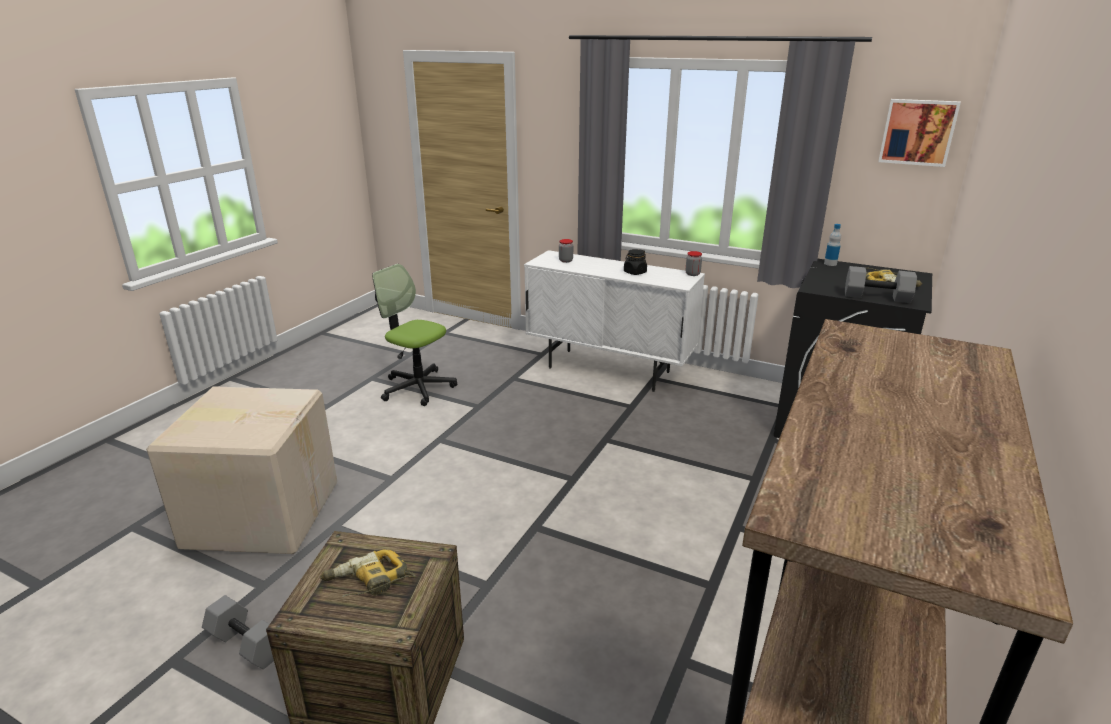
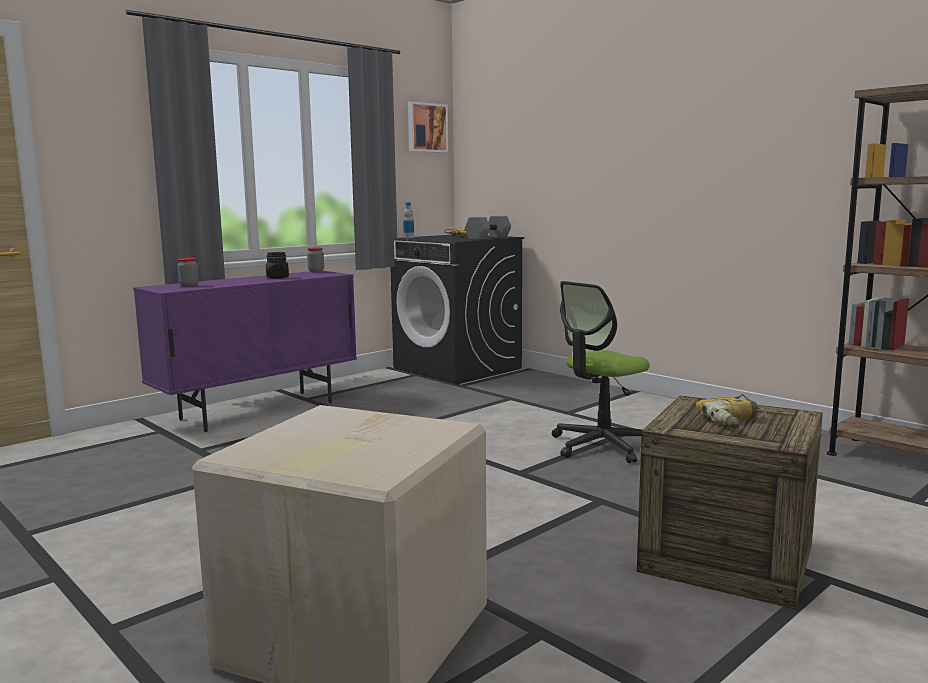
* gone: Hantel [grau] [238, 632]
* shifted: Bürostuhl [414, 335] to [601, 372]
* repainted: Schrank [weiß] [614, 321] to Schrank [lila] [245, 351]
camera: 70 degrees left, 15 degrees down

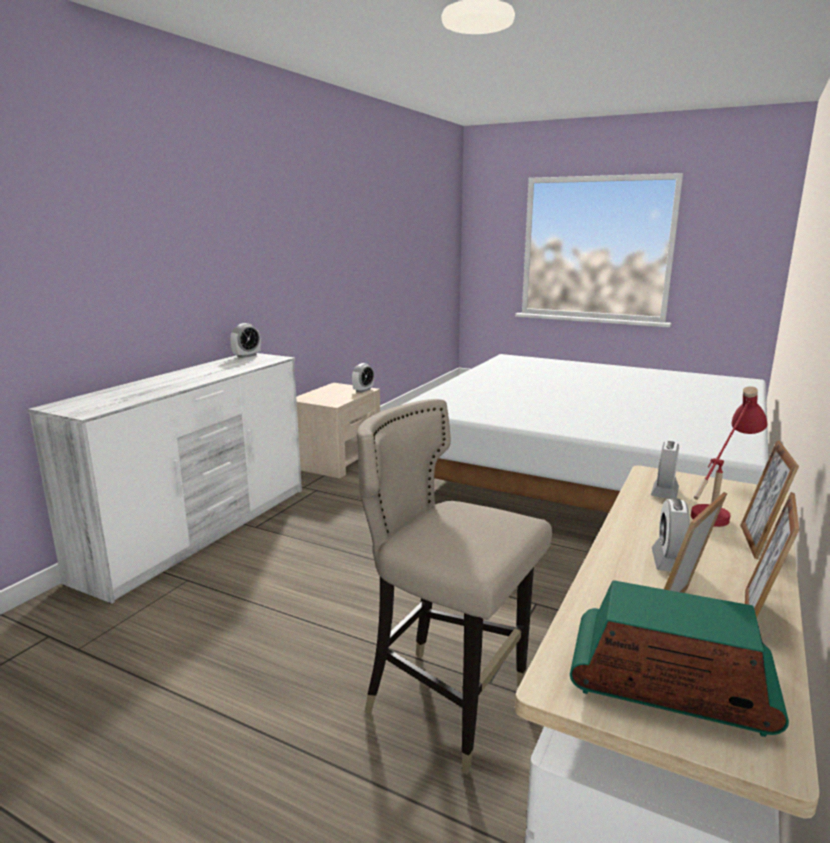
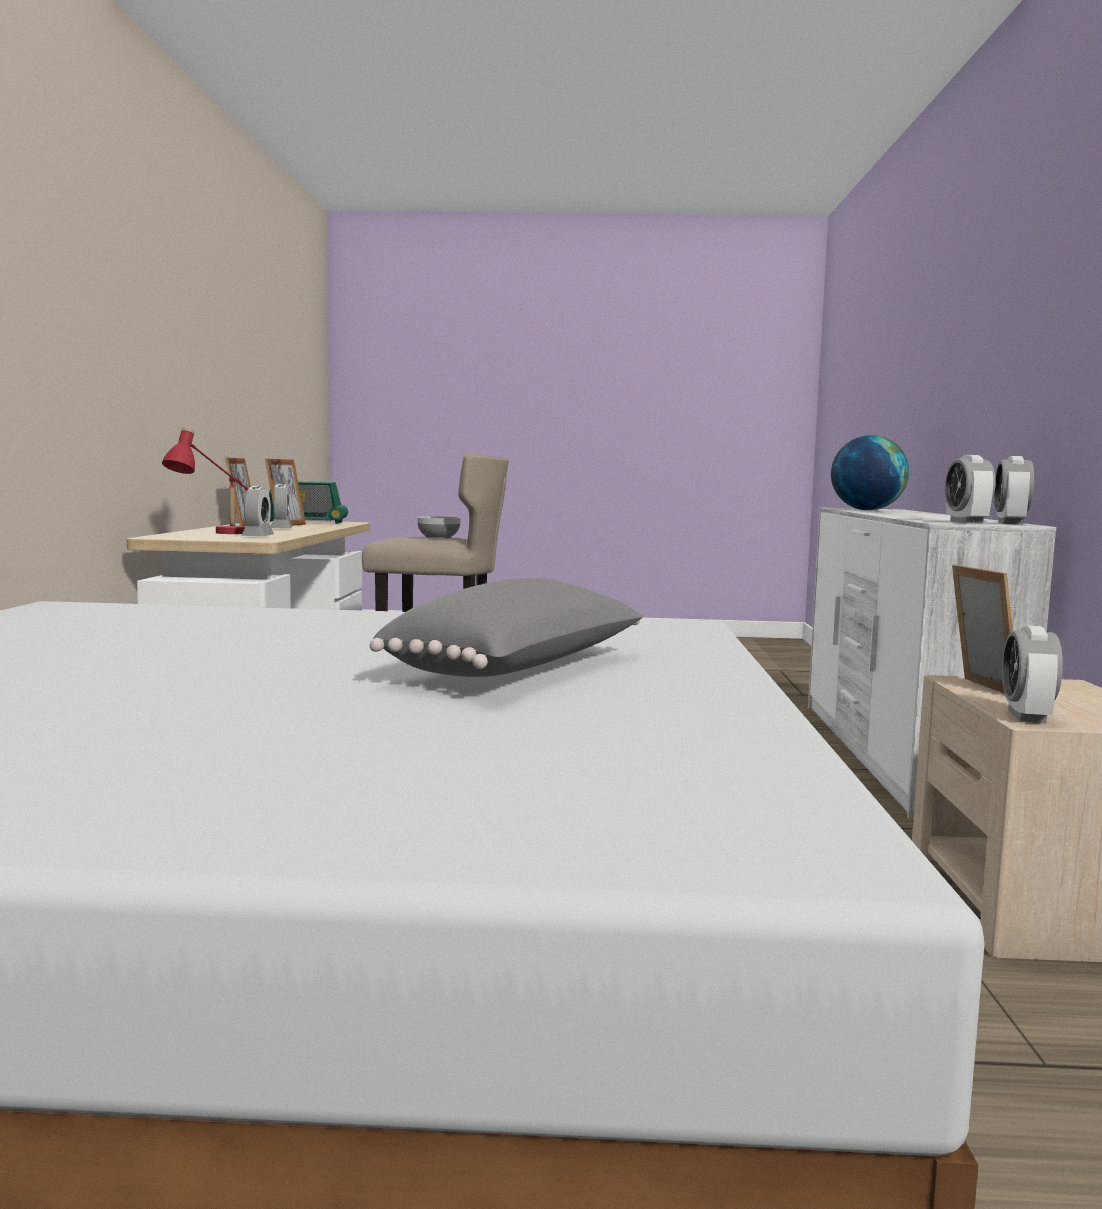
* shifted: Bilderrahmen [769, 499] to [982, 629]
* new: Kissen [grau] [506, 627]
* new: Schüssel [439, 527]
* new: Globus [870, 472]
* new: Wecker [970, 489]
camera: 155 degrees right, 10 degrees down

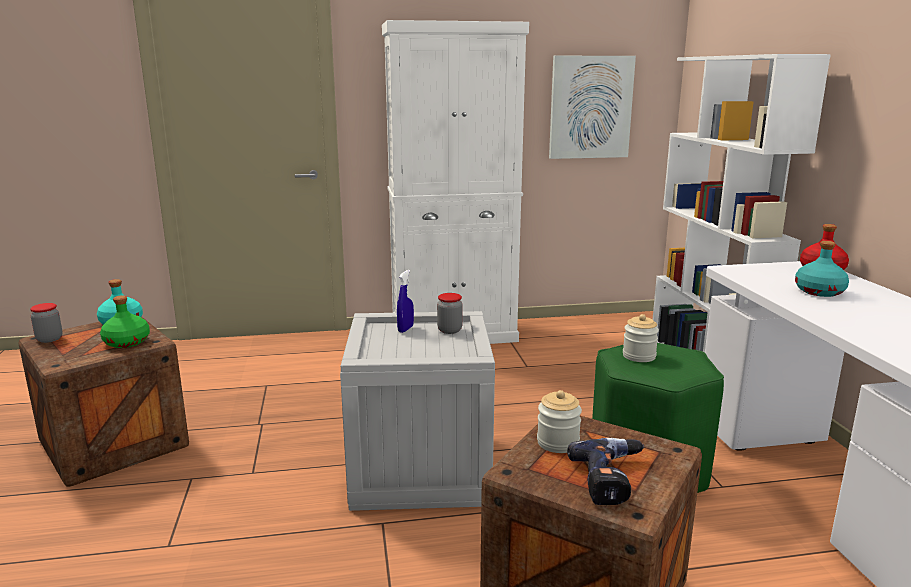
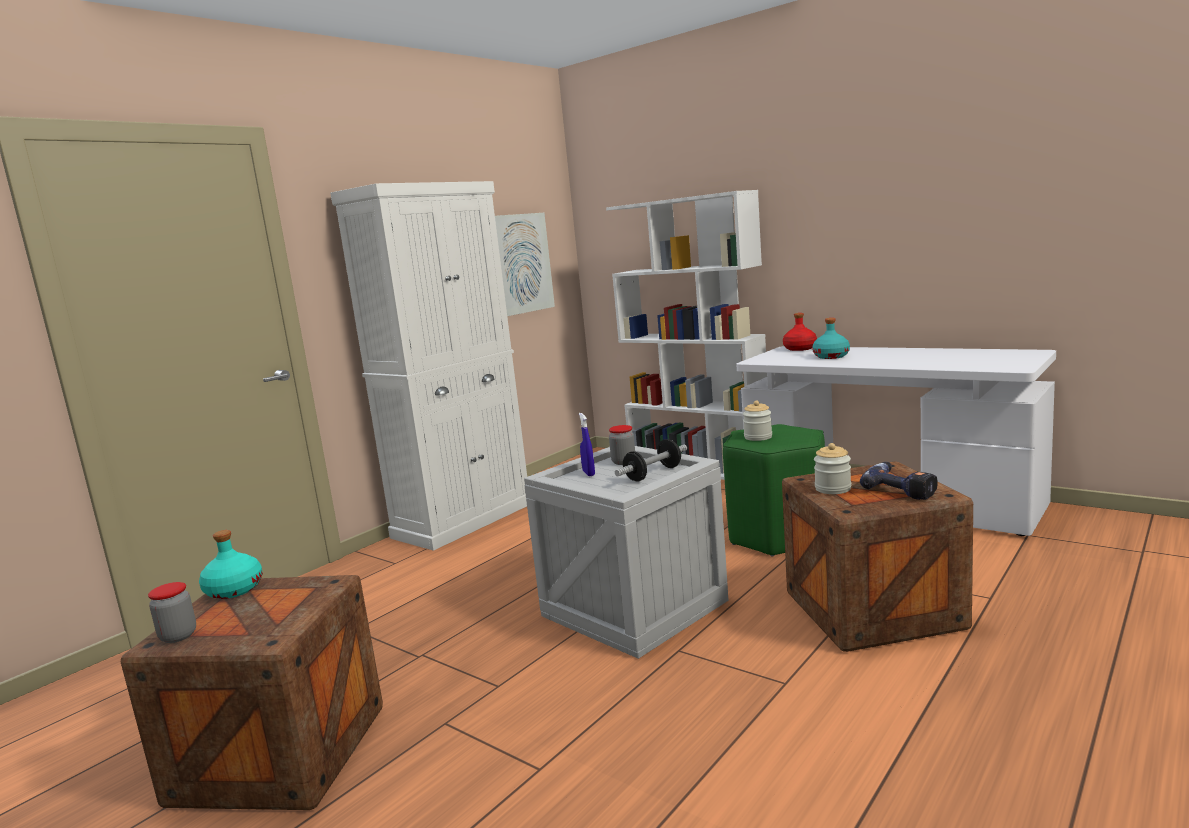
* gone: Flasche [grün] [125, 322]
* new: Hantel [651, 460]
camera: 40 degrees left, 5 degrees down

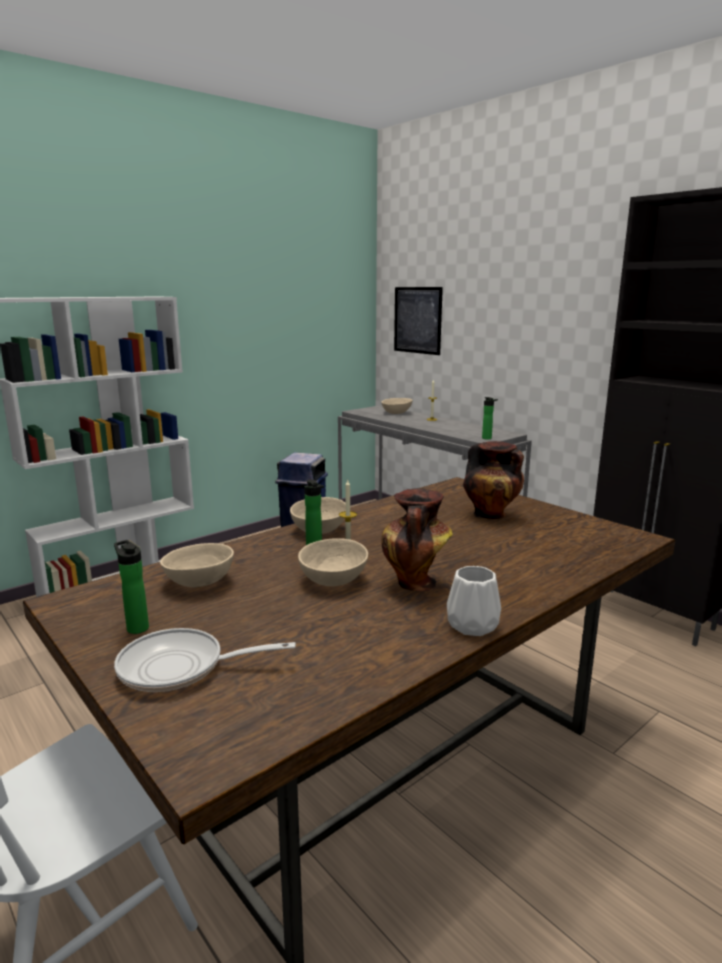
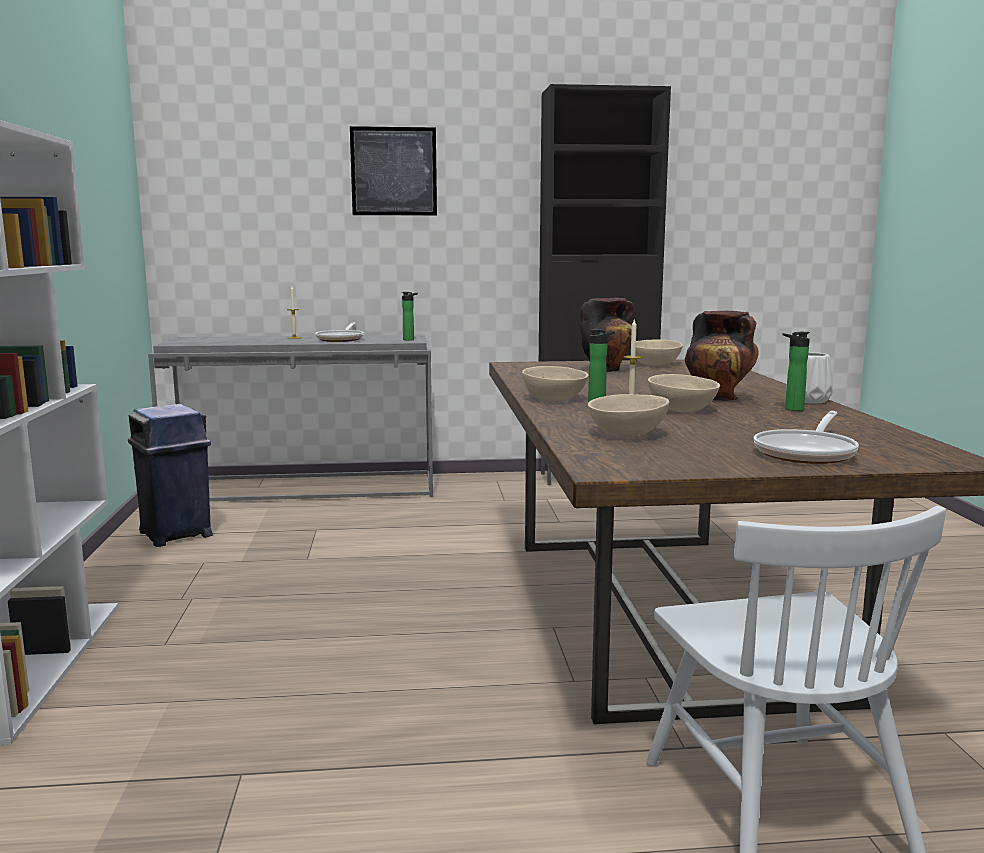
* shifted: Flasche [131, 587] to [796, 371]
* shifted: Schüssel [beige] [396, 406] to [659, 352]
* shifted: Bild [418, 321] to [393, 170]
* new: Pfanne [339, 332]
camera: 55 degrees left, 5 degrees down

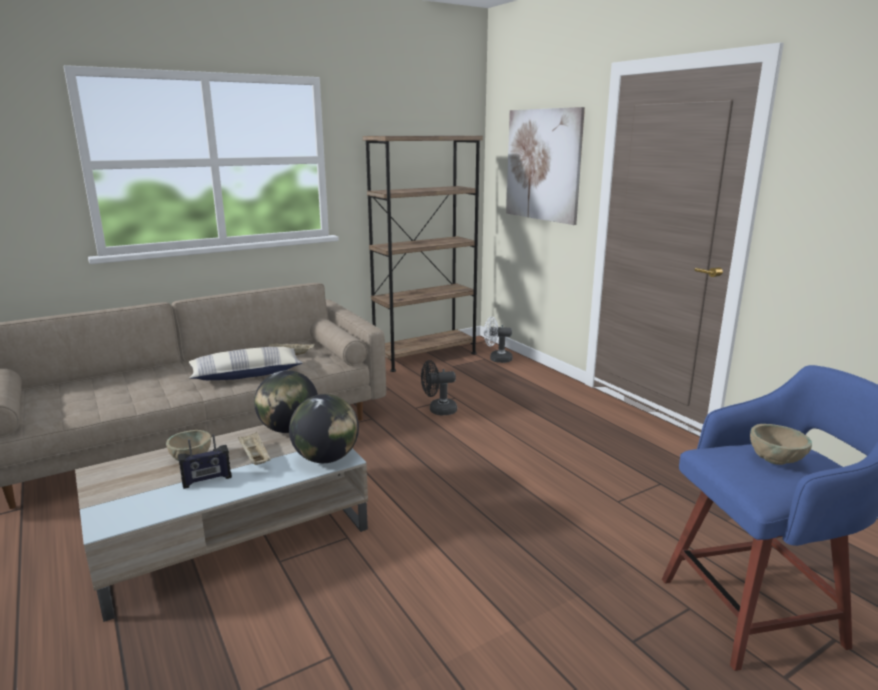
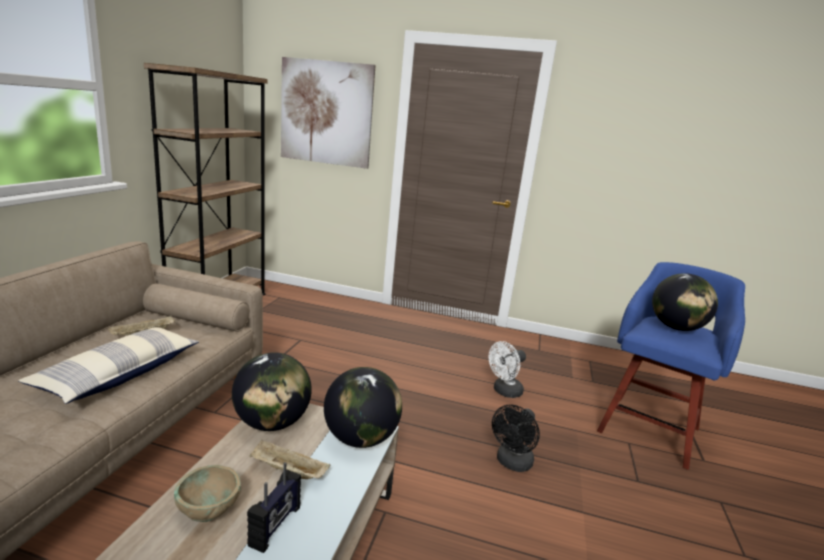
* shifted: Ventilator [schwarz] [439, 387] to [516, 438]
* shifted: Ventilator [weiß] [498, 340] to [507, 369]
* swapped: Schüssel [beige] [781, 444] to Globus [685, 302]
camera: 45 degrees left, 0 degrees up

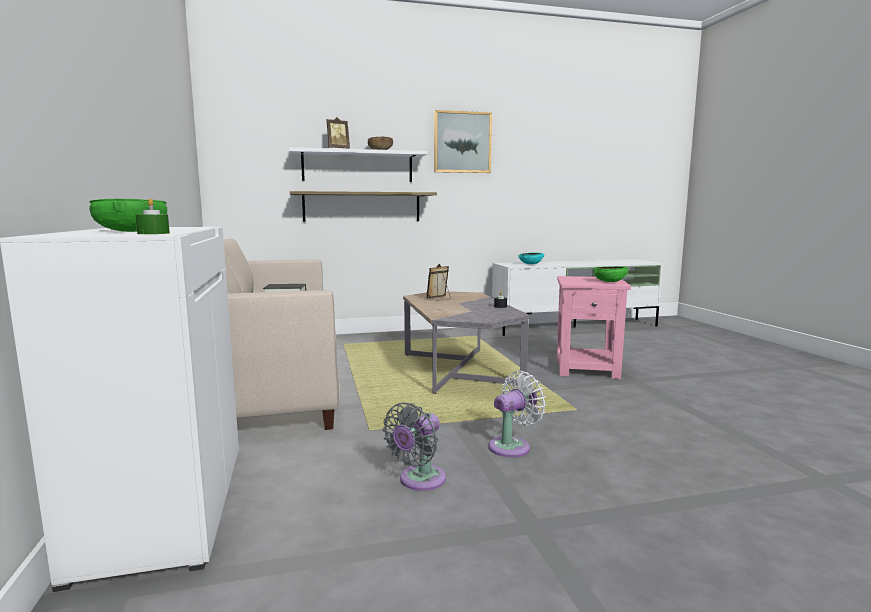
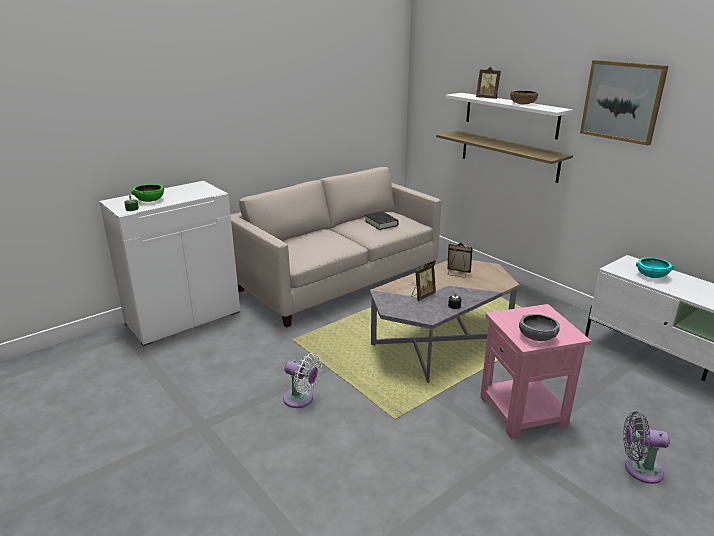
* shifted: Ventilator [grau] [414, 447] to [646, 448]
* repainted: Schüssel [grün] [610, 274] to Schüssel [grau] [539, 327]
* new: Bilderrahmen [424, 282]
camera: 65 degrees right, 15 degrees up

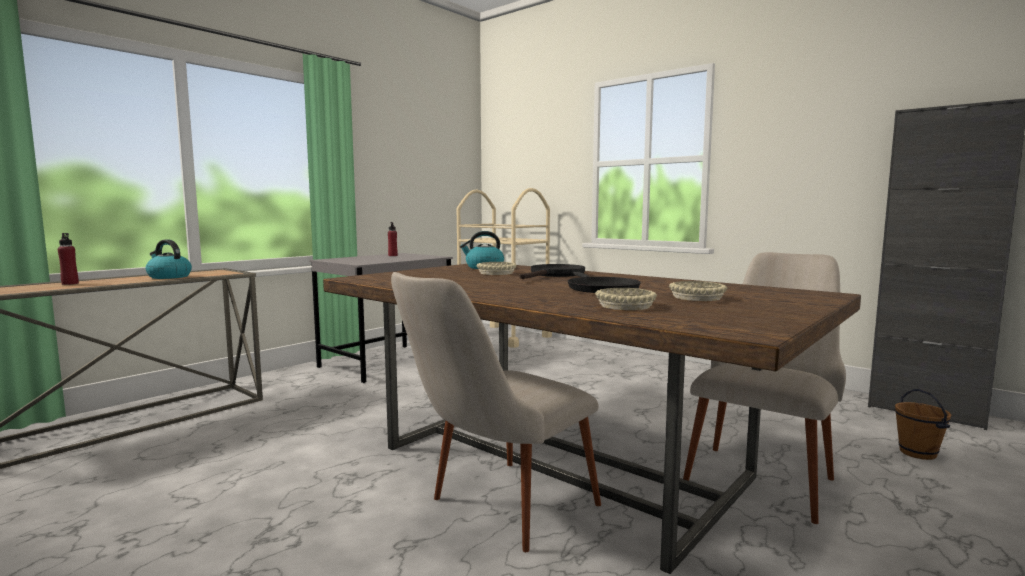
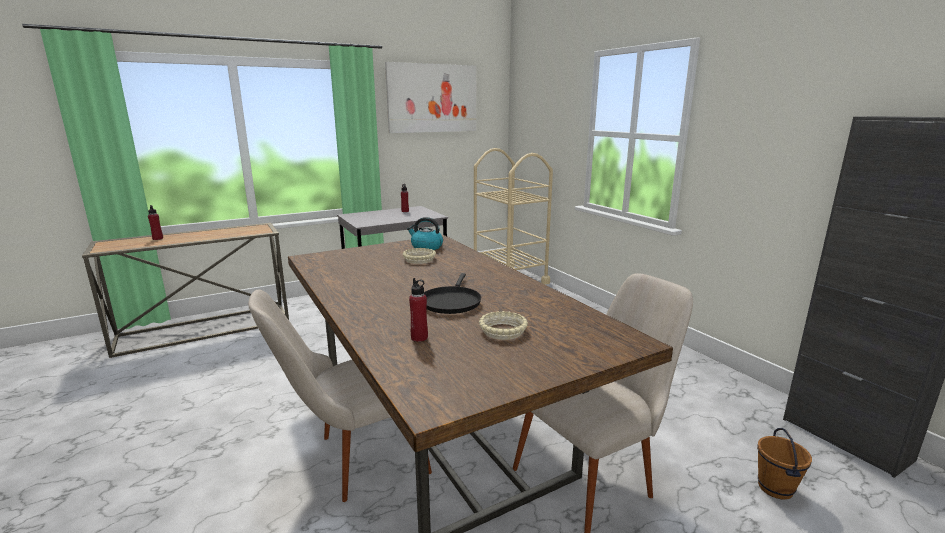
* gone: Wasserkessel [169, 259]
* gone: Pfanne [schwarz] [552, 271]
* swapped: Schüssel [beige] [626, 299] to Flasche [rot] [418, 310]
* new: Bild [430, 97]
camera: 20 degrees right, 10 degrees up

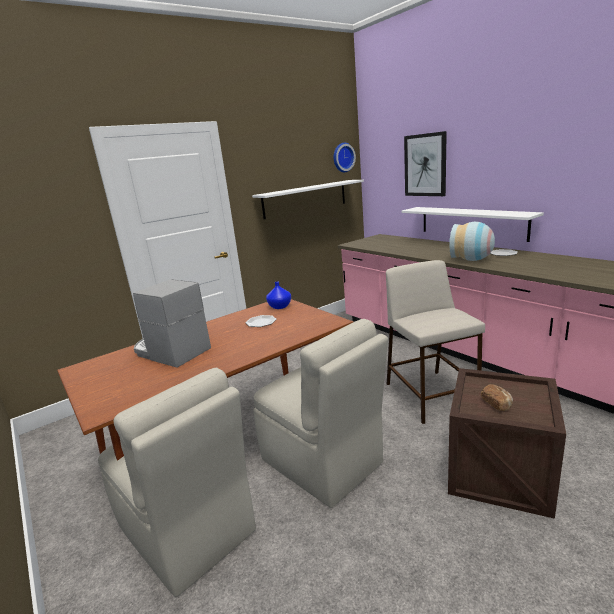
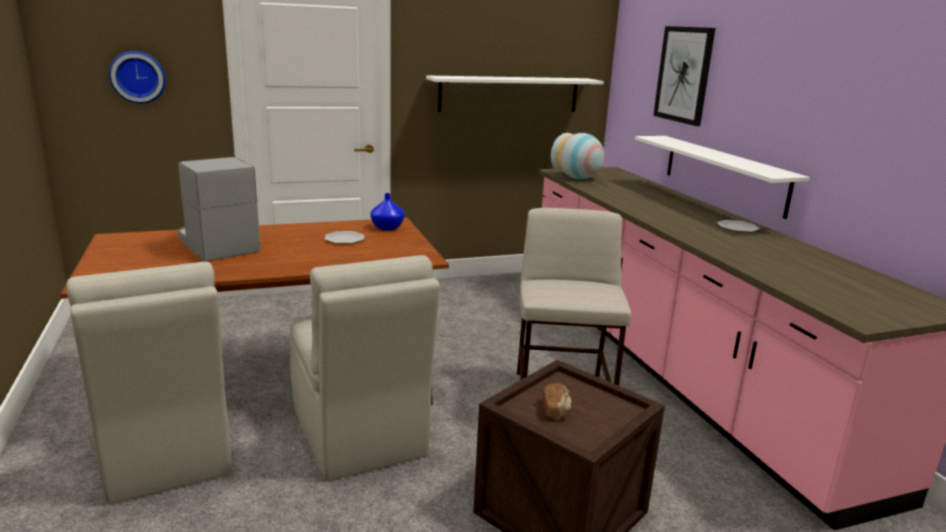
* shifted: Wanduhr [345, 157] to [137, 77]
* shifted: Vase [472, 241] to [577, 156]
camera: 15 degrees right, 0 degrees up

